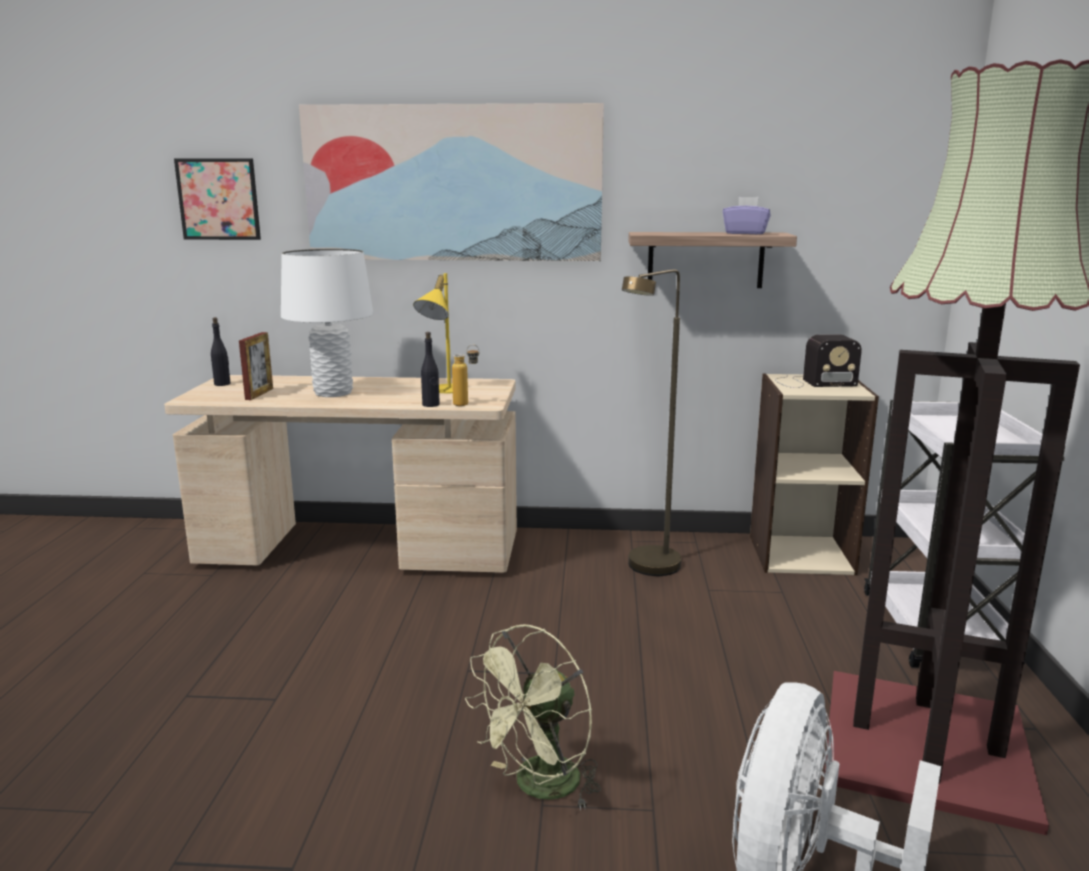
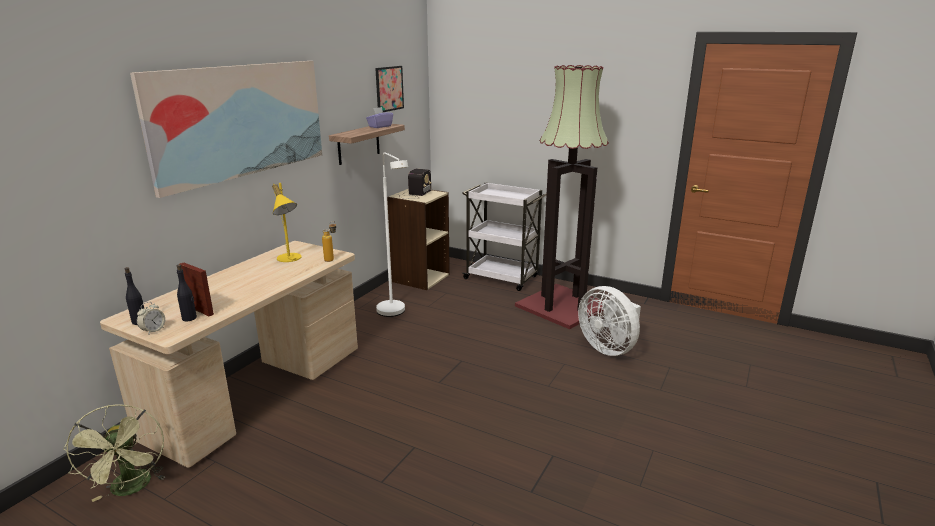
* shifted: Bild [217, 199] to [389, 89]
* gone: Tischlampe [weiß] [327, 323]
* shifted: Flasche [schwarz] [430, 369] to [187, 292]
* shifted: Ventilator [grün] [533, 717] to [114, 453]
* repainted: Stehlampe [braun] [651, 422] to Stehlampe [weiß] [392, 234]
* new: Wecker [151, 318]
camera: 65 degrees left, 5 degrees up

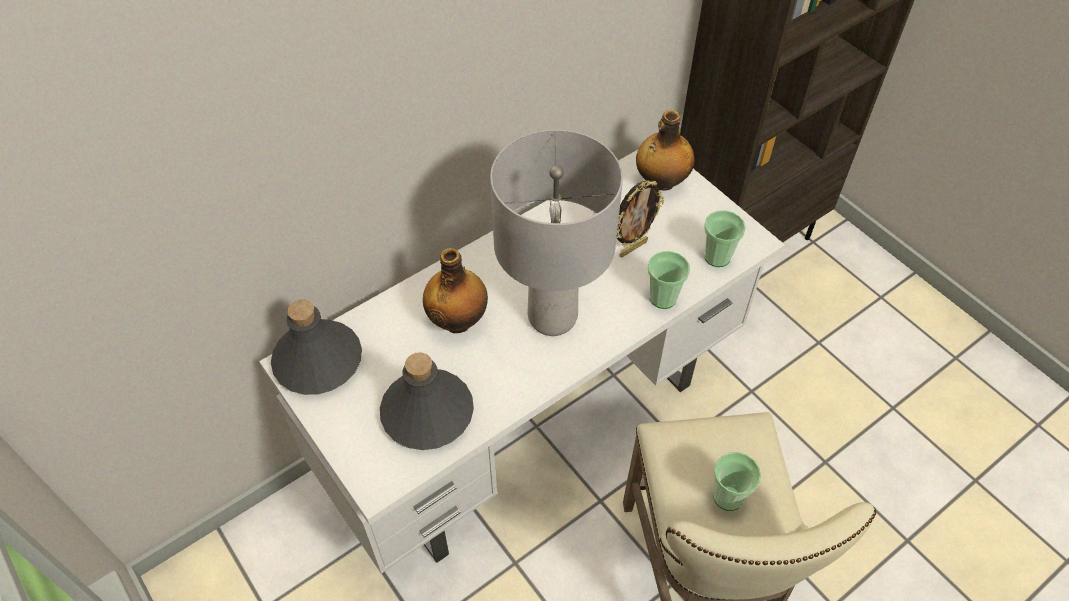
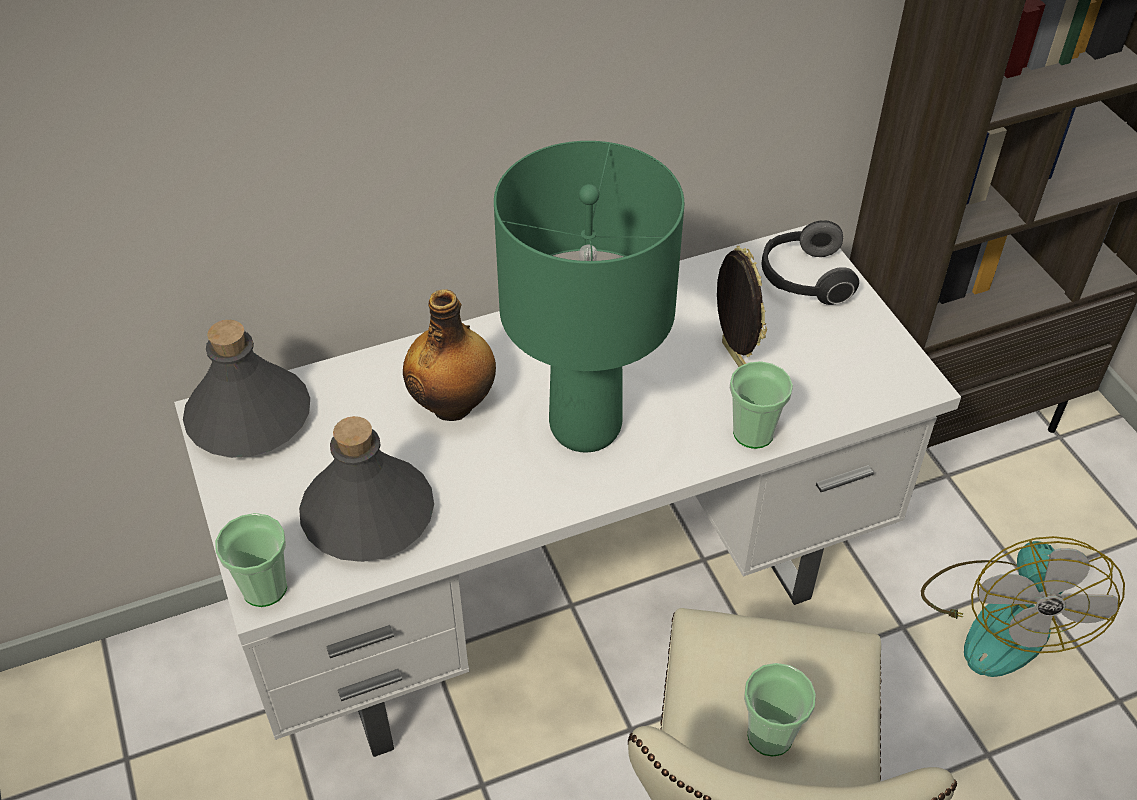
* repainted: Tischlampe [grau] [556, 233] to Tischlampe [grün] [589, 297]
* rotated: Bilderrahmen [640, 218] = [742, 306] 90 degrees counterclockwise
* swapped: Flasche [665, 150] to Kopfhörer [810, 262]
* shifted: Tasse [725, 238] to [251, 560]
* new: Ventilator [1023, 606]
camera: 15 degrees right, 5 degrees down

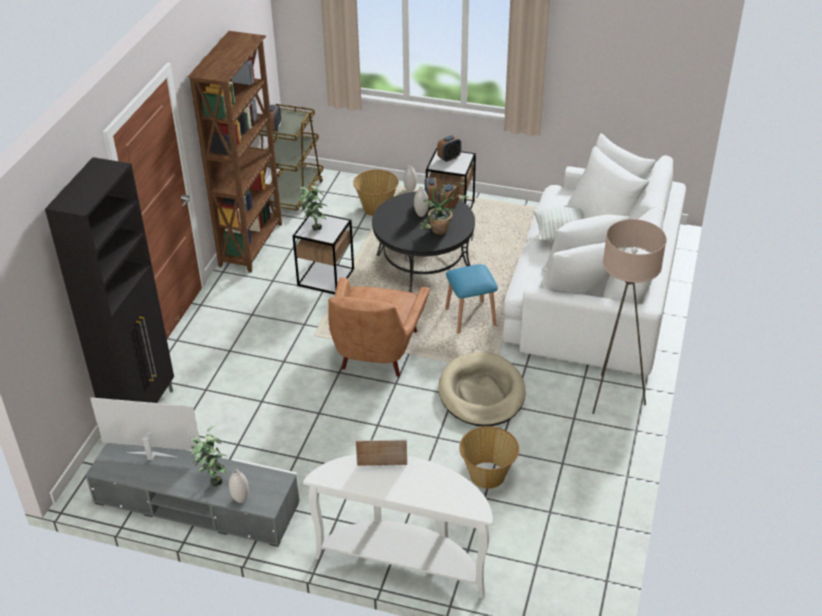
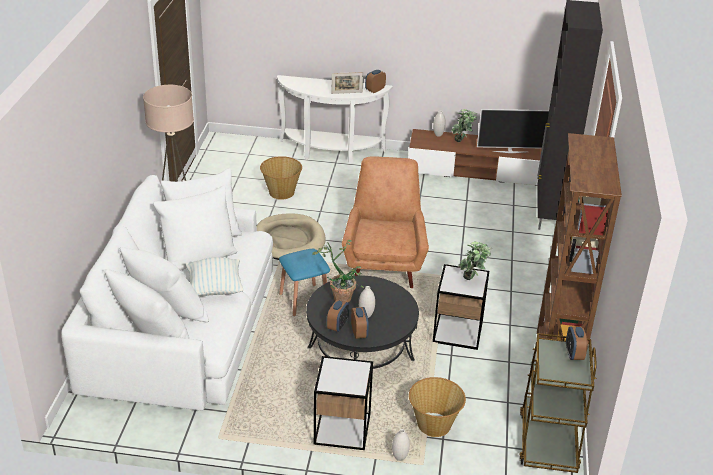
* repainted: Fernsehschrank [grau] [193, 495] to Fernsehschrank [braun] [475, 157]
* shifted: Wecker [449, 148] to [375, 81]
camera: 170 degrees right, 5 degrees down

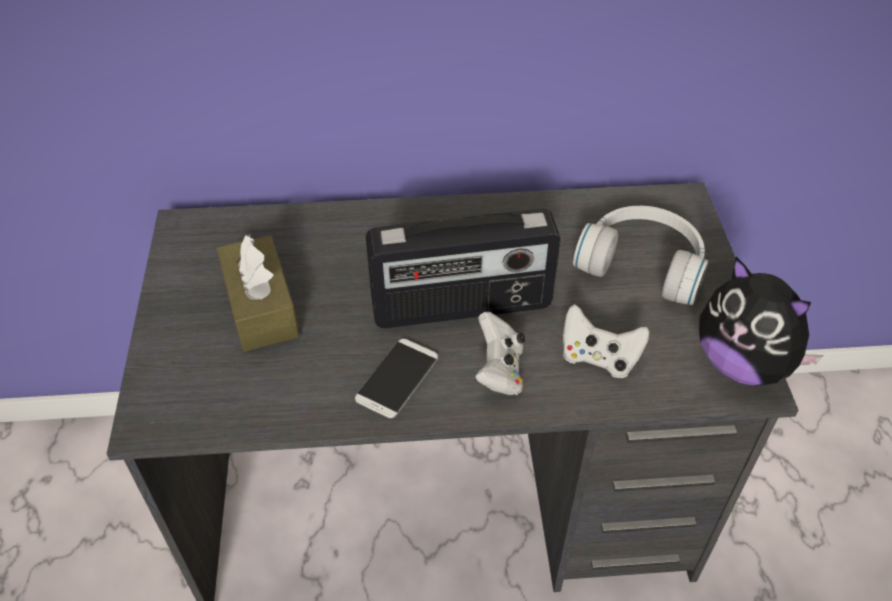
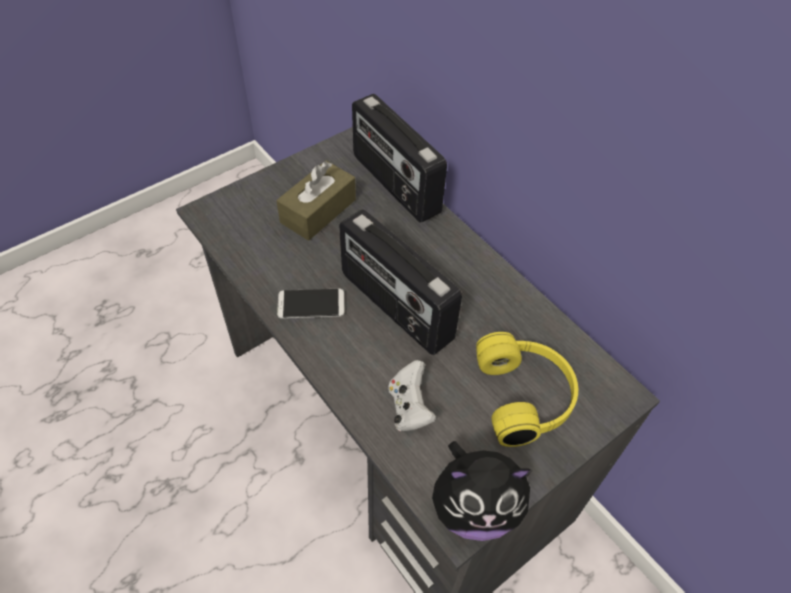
* gone: Gamepad [weiß] [500, 353]
* repainted: Kopfhörer [weiß] [640, 255] to Kopfhörer [gelb] [527, 389]
* rotated: Plüschtier [761, 321] = [481, 491] 105 degrees counterclockwise
* new: Radio [399, 158]
camera: 55 degrees right, 5 degrees up

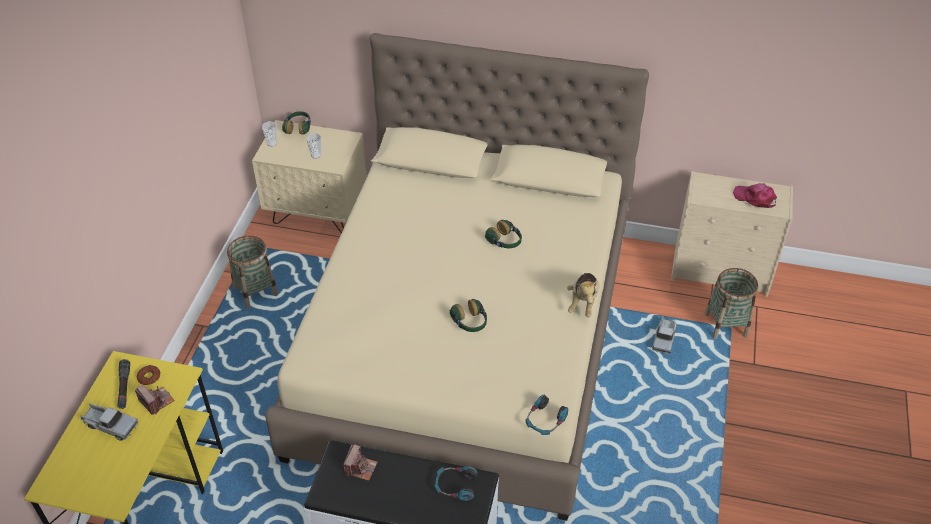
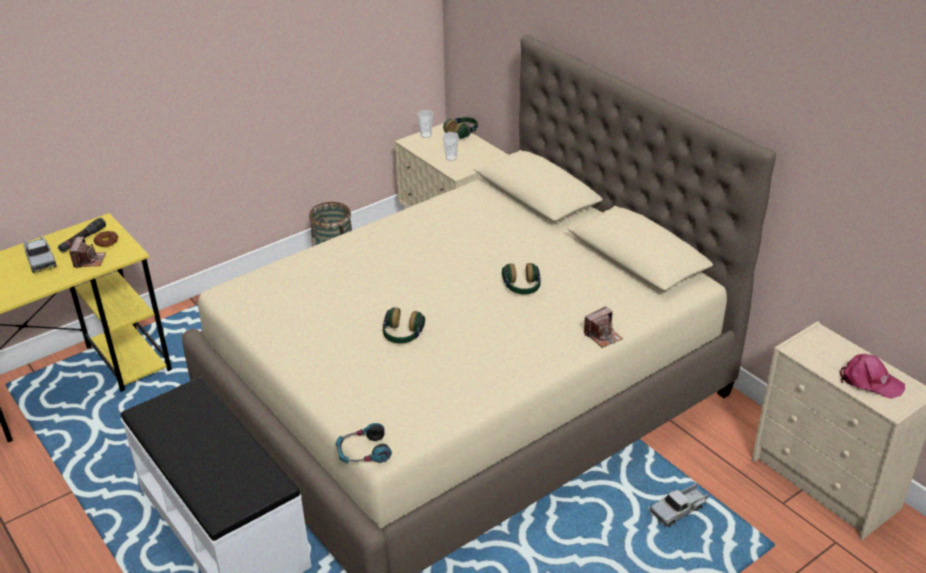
* shifted: Kamera [360, 462] to [603, 327]
* gone: Kopfhörer [455, 483]
* gone: Plüschtier [583, 295]
* gone: Korb [731, 303]
* rotated: Kappe [rosa] [755, 195] = [872, 376] 135 degrees clockwise
camera: 40 degrees right, 10 degrees down

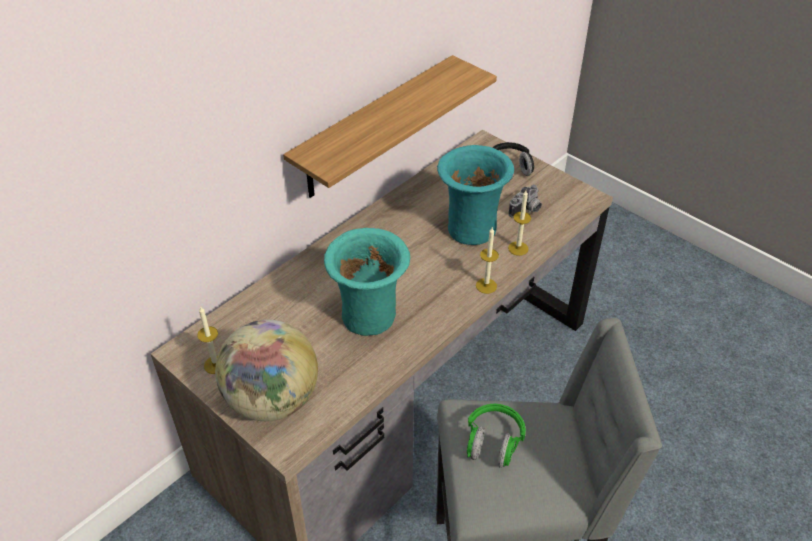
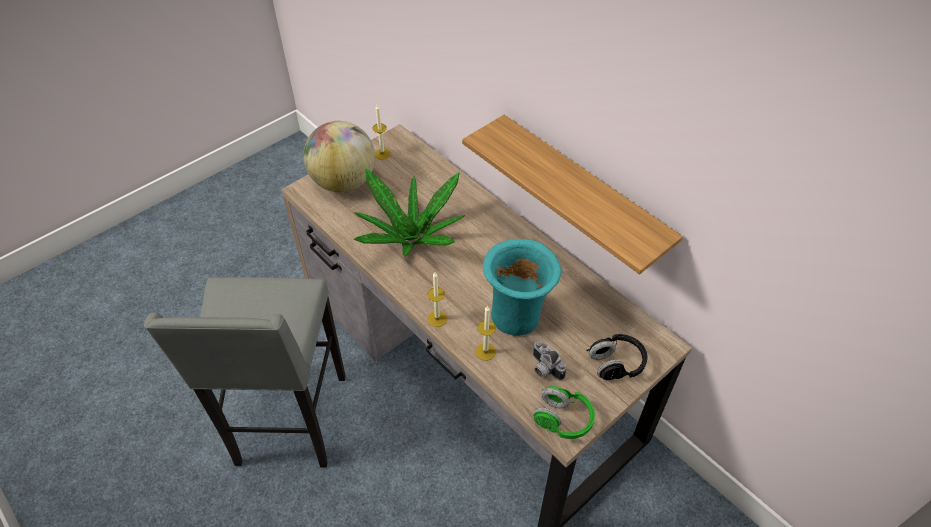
* swapped: Vase [türkis] [367, 282] to Topfpflanze [409, 213]
* shifted: Kopfhörer [grün] [496, 436] to [564, 412]
camera: 95 degrees right, 5 degrees up

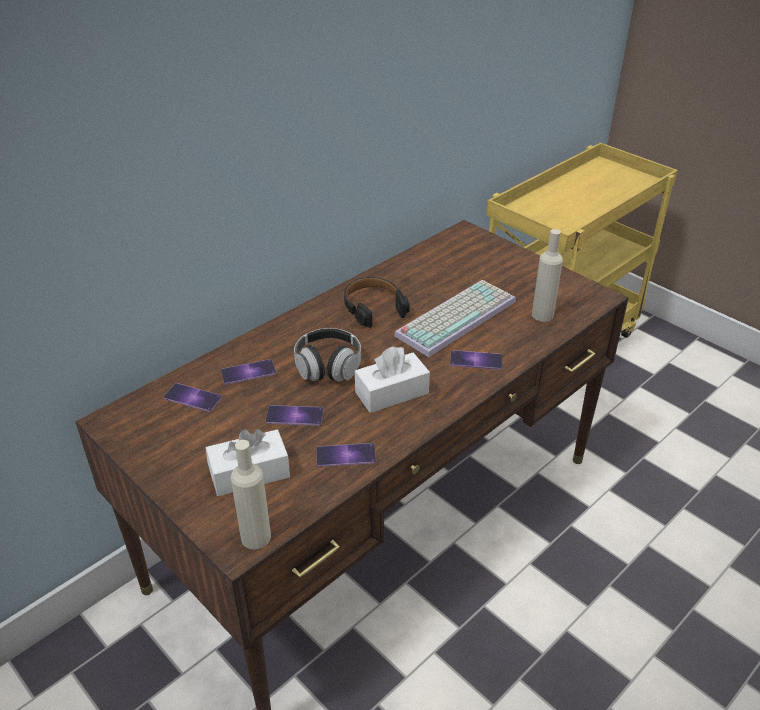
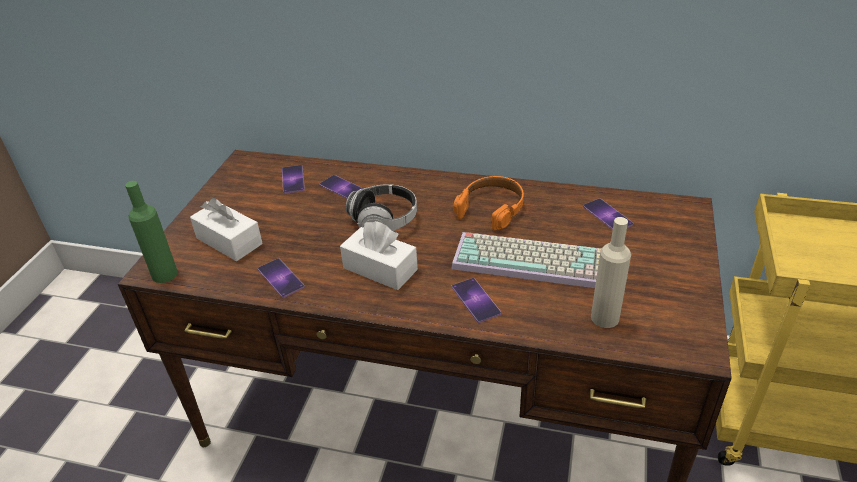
* repainted: Flasche [beige] [251, 495] to Flasche [grün] [151, 232]
* shifted: Handy [294, 415] to [608, 214]
* repainted: Kopfhörer [schwarz] [377, 302] to Kopfhörer [orange] [488, 203]
camera: 60 degrees right, 0 degrees up

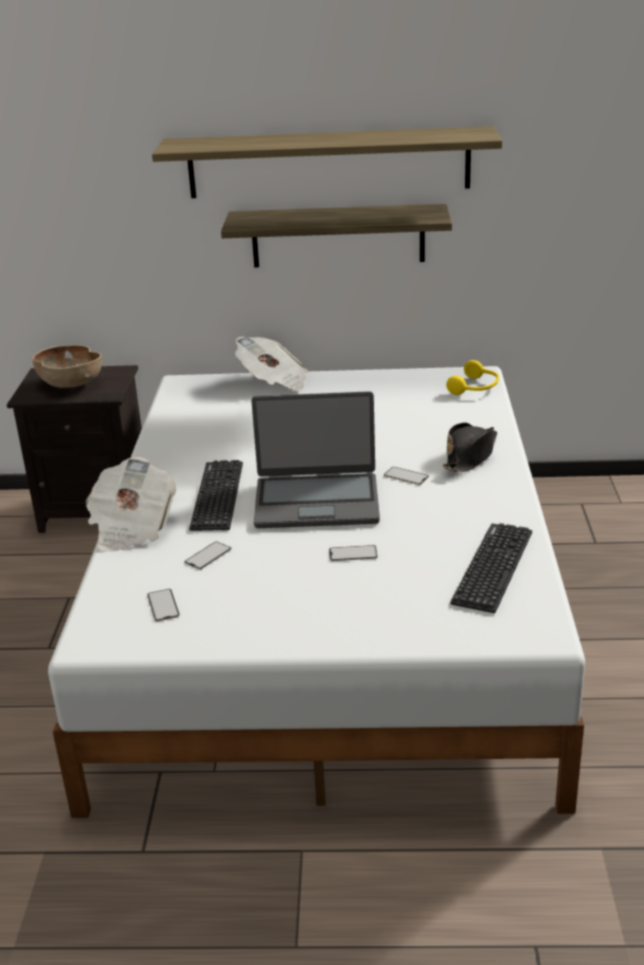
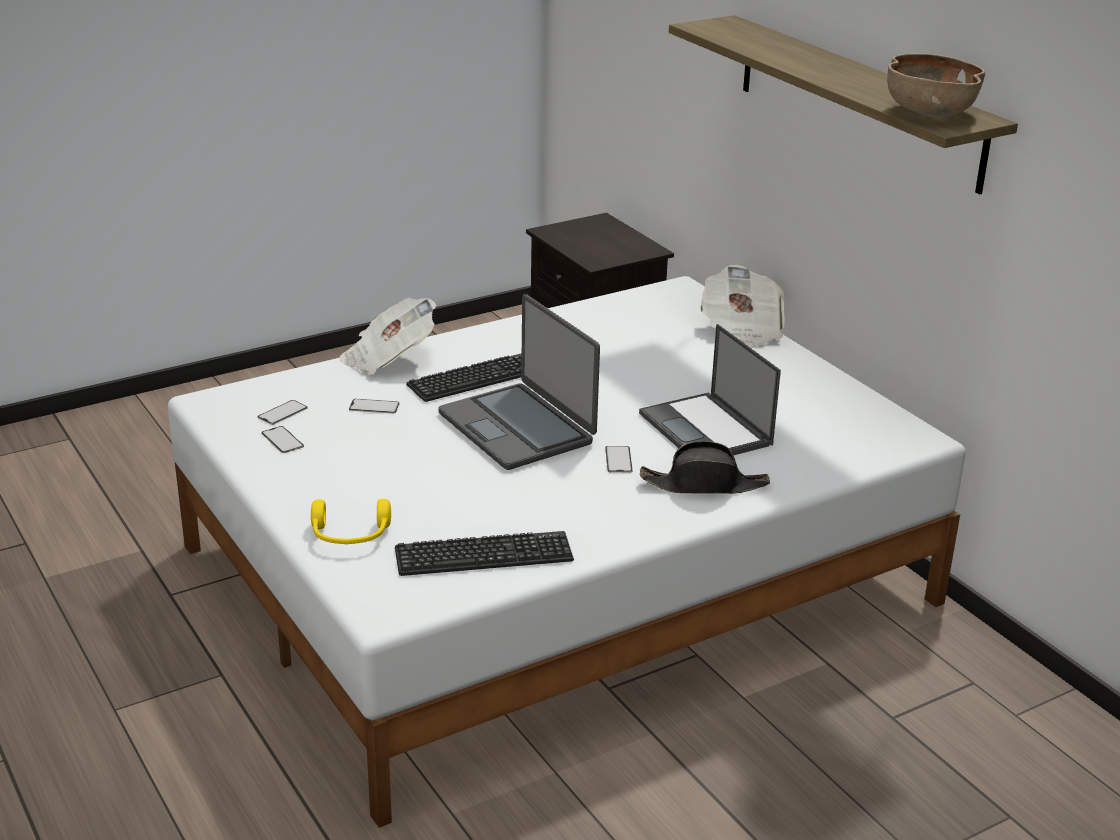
* shifted: Schüssel [braun] [67, 366] to [936, 85]
* gone: Wandregal [336, 235]
* shifted: Handy [353, 553] to [282, 439]
* shifted: Kopfhörer [gelb] [472, 377] to [351, 521]
* new: Laptop [710, 389]
camera: 55 degrees right, 0 degrees up

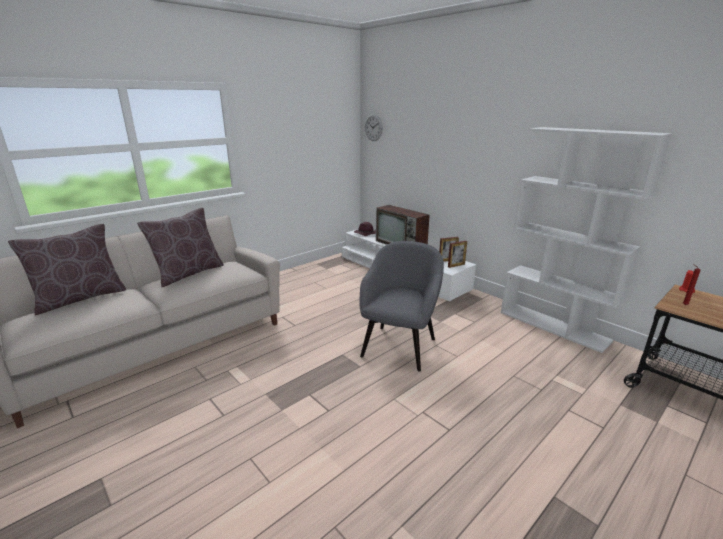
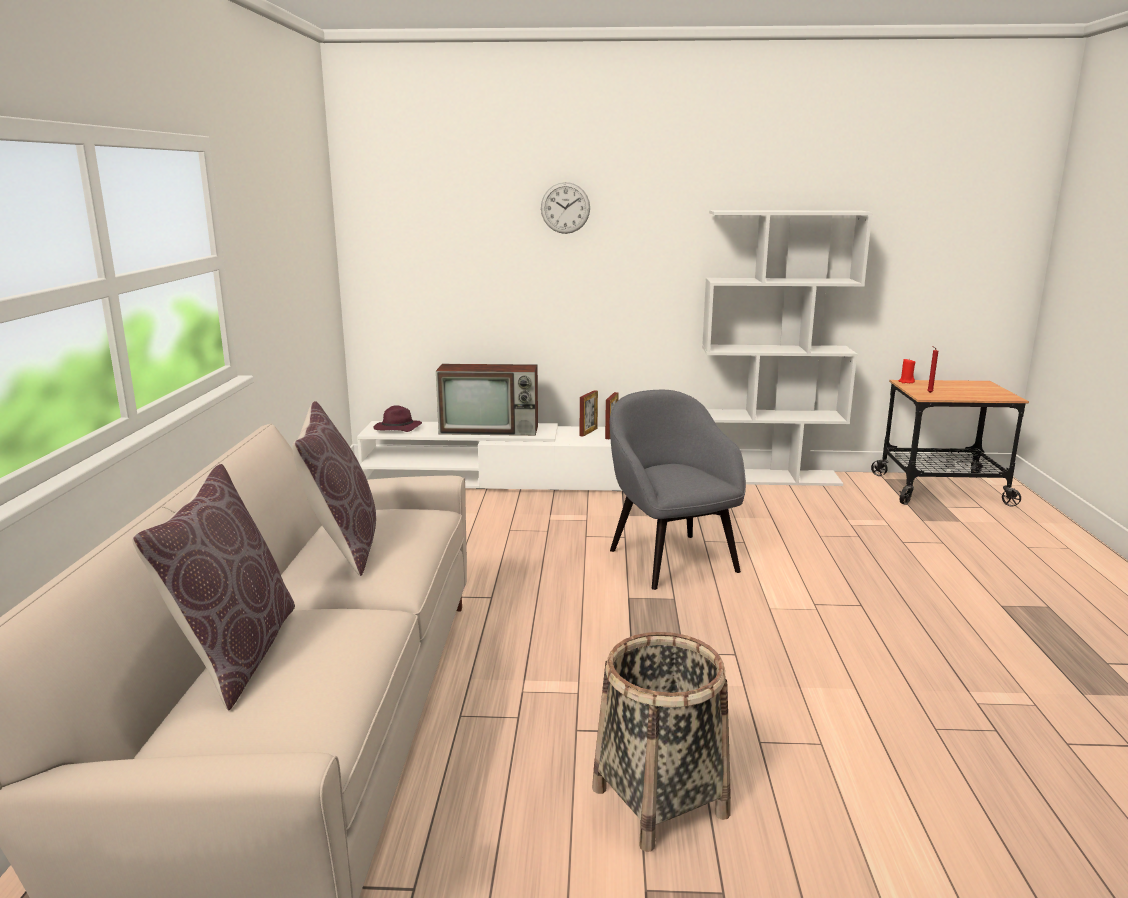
* shifted: Wanduhr [374, 127] to [565, 208]
* new: Korb [661, 742]
camera: 45 degrees left, 5 degrees down

